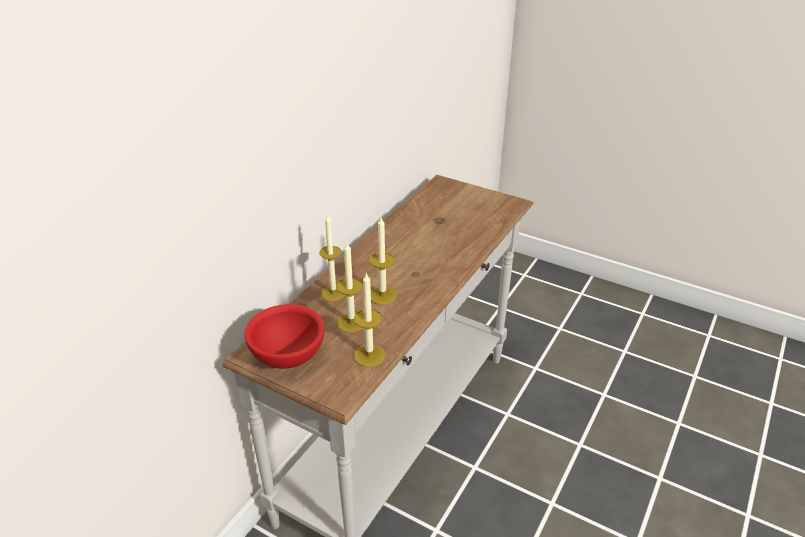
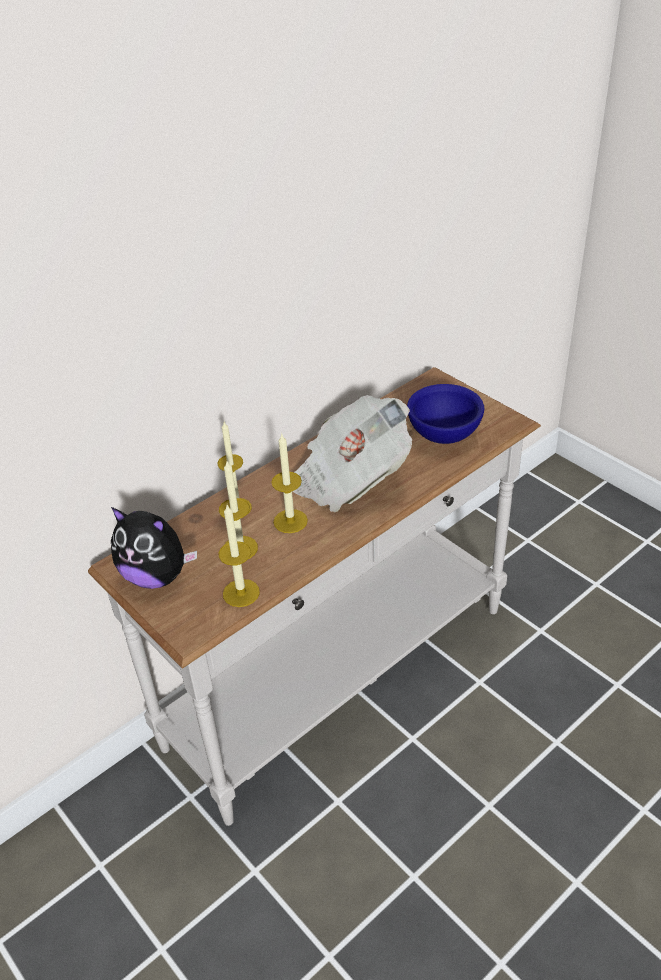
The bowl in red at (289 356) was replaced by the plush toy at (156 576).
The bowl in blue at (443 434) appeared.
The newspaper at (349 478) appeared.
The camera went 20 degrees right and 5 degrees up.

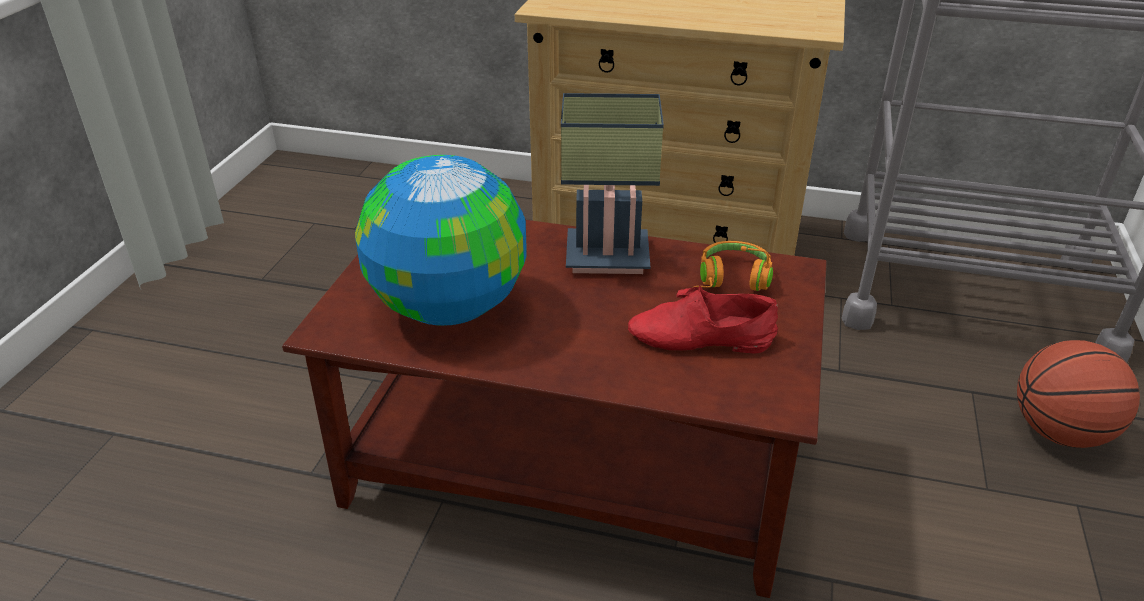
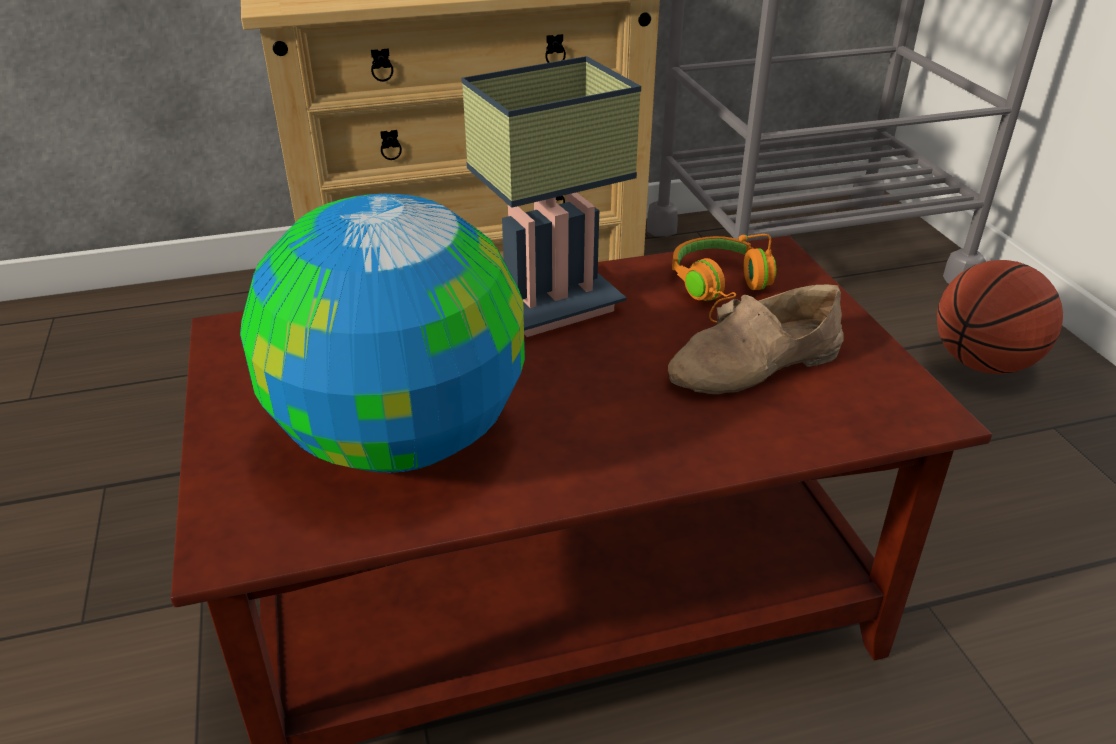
The shoe in red at (700 339) became the shoe in beige at (757 365).
The camera went 30 degrees left and 0 degrees up.

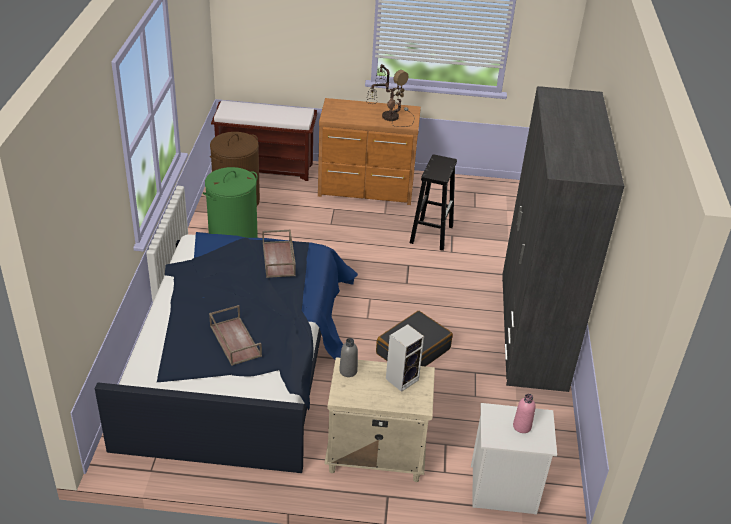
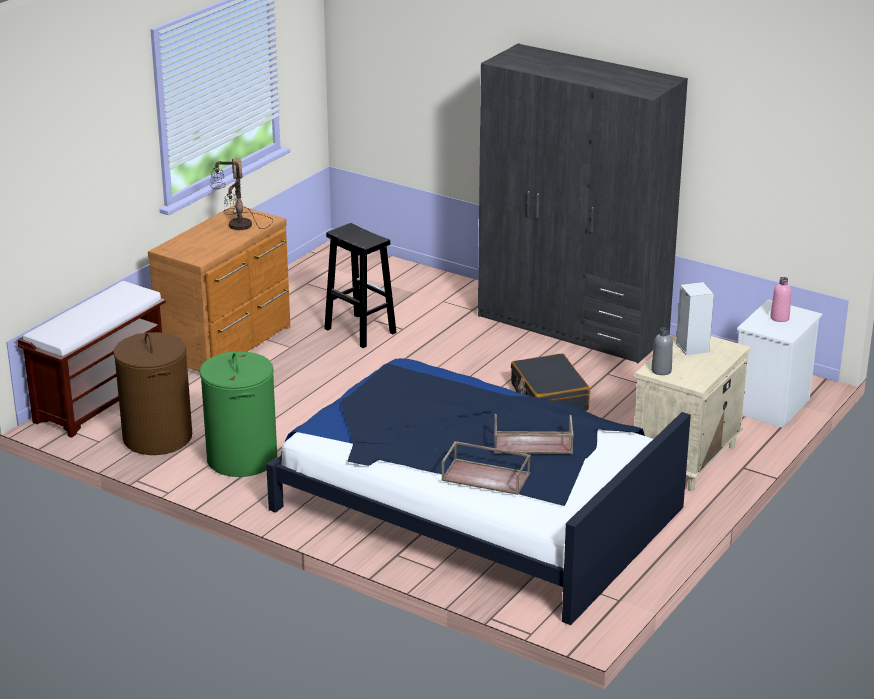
The tray in brown moved from (279 259) to (487 476).
The camera went 60 degrees left and 10 degrees down.

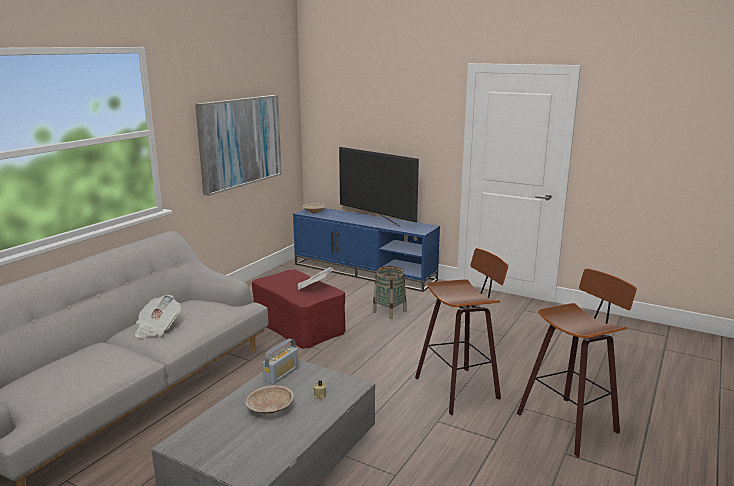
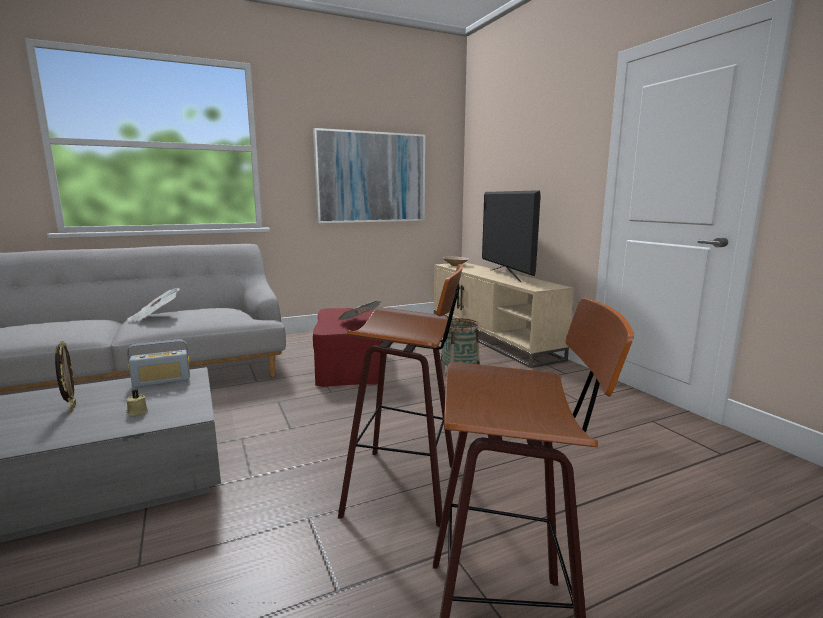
The tv stand in blue at (365 272) became the tv stand in beige at (492 338).
The bowl in beige at (269 410) was replaced by the picture frame at (71 408).
The camera went 35 degrees right and 5 degrees down.

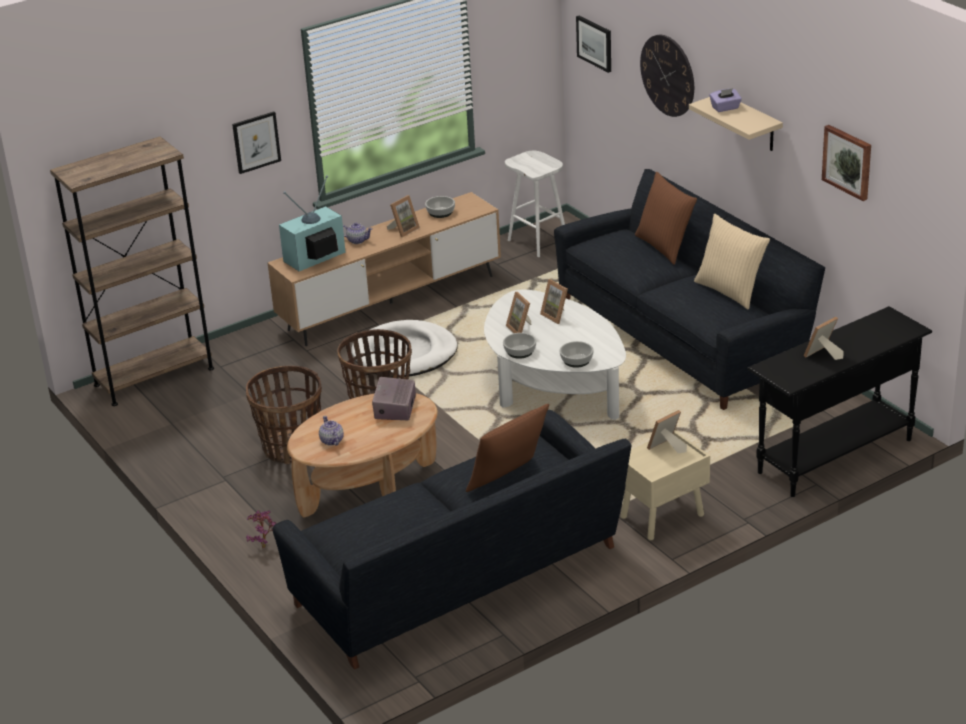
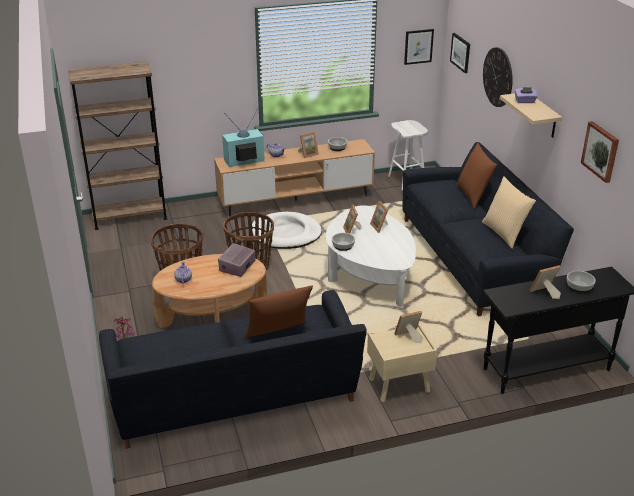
The picture moved from (256 142) to (418 46).
The bowl moved from (577 360) to (579 286).
The camera went 15 degrees right and 0 degrees up.

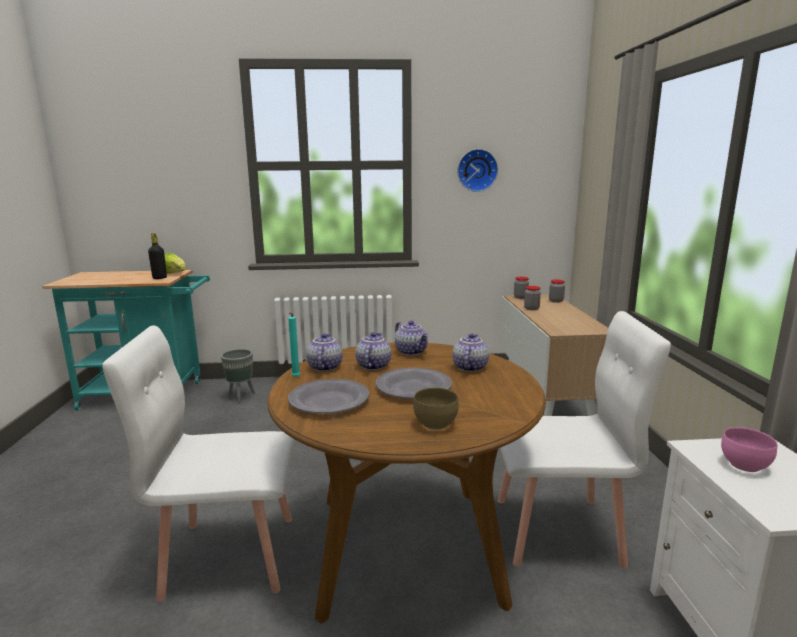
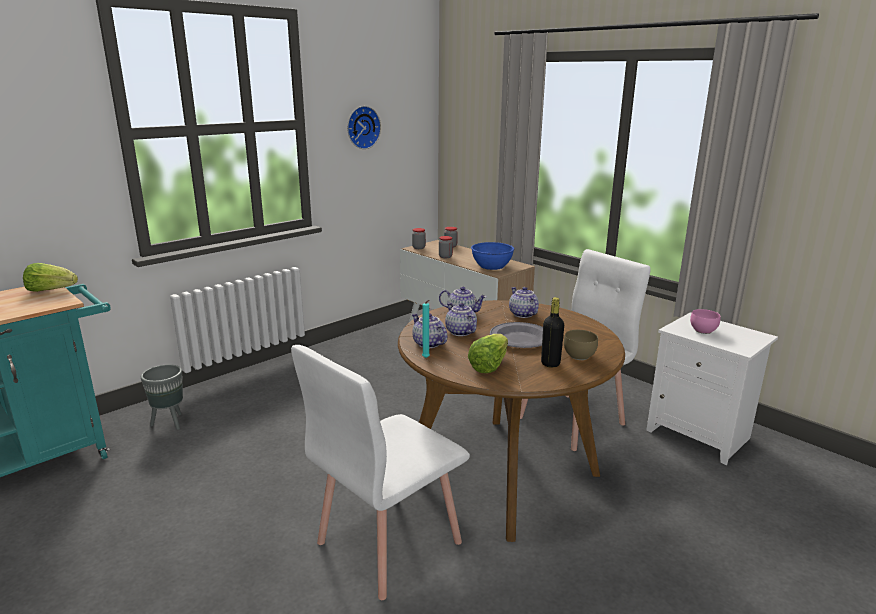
The bottle in black moved from (159 278) to (550 363).
The plate in grey at (328 401) was replaced by the lettuce at (489 365).
The bowl in blue at (491 266) appeared.
The camera went 40 degrees left and 5 degrees up.

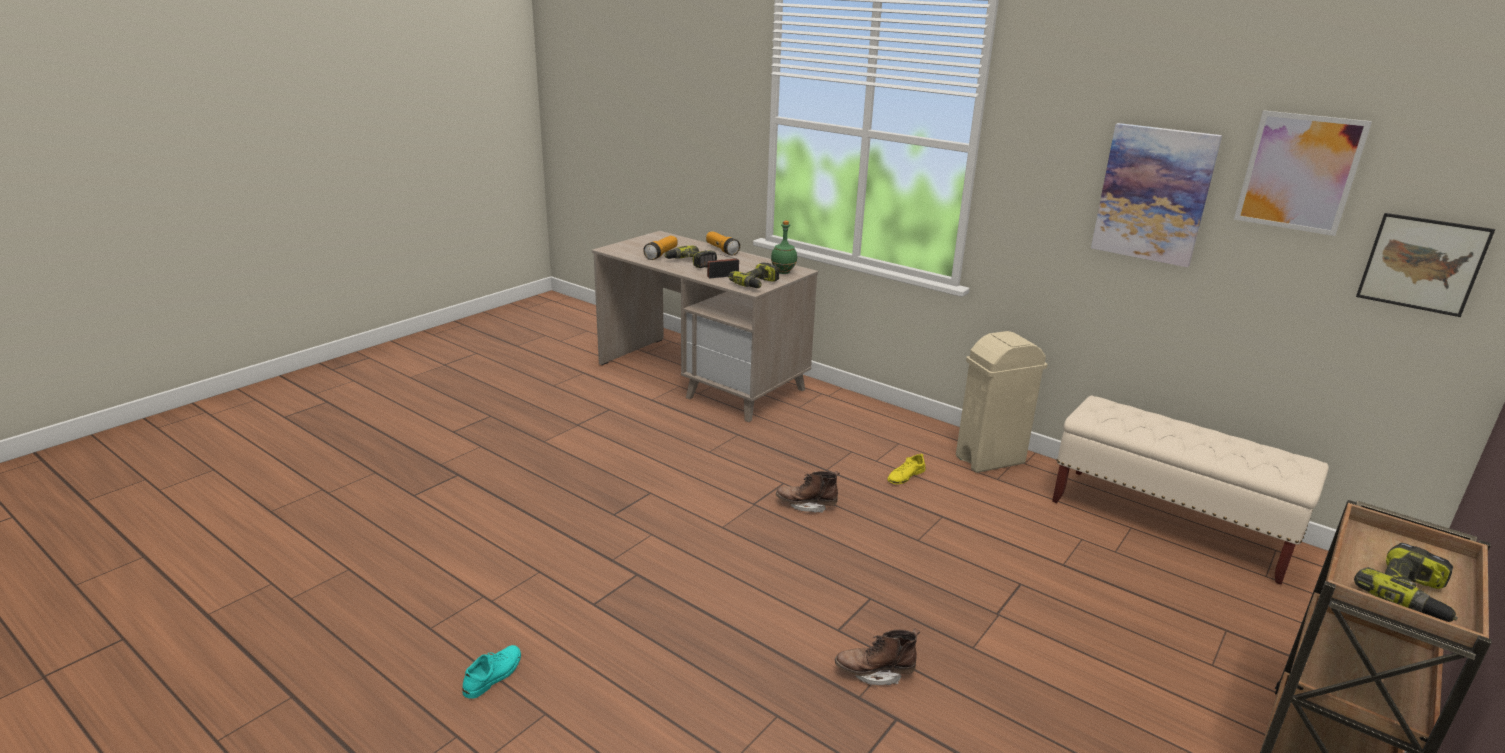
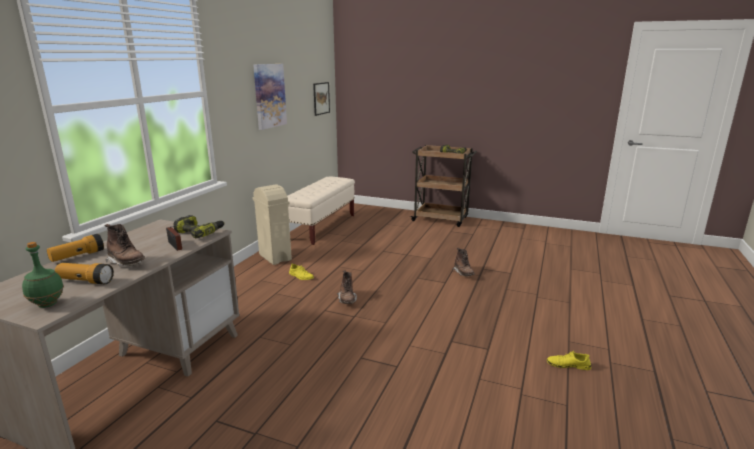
The picture at (1299 172) disappeared.
The bottle in green moved from (783 272) to (48 304).
The power drill at (690 263) was replaced by the boot in brown at (127 263).
The shoe in turquoise at (493 675) became the shoe in yellow at (568 365).
The camera went 105 degrees left and 5 degrees down.

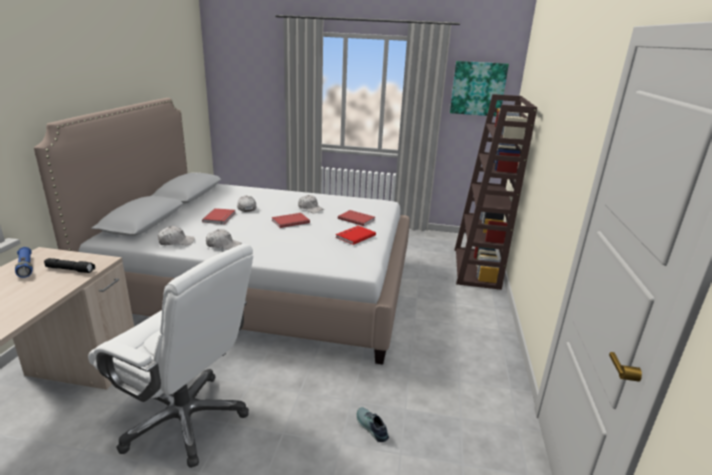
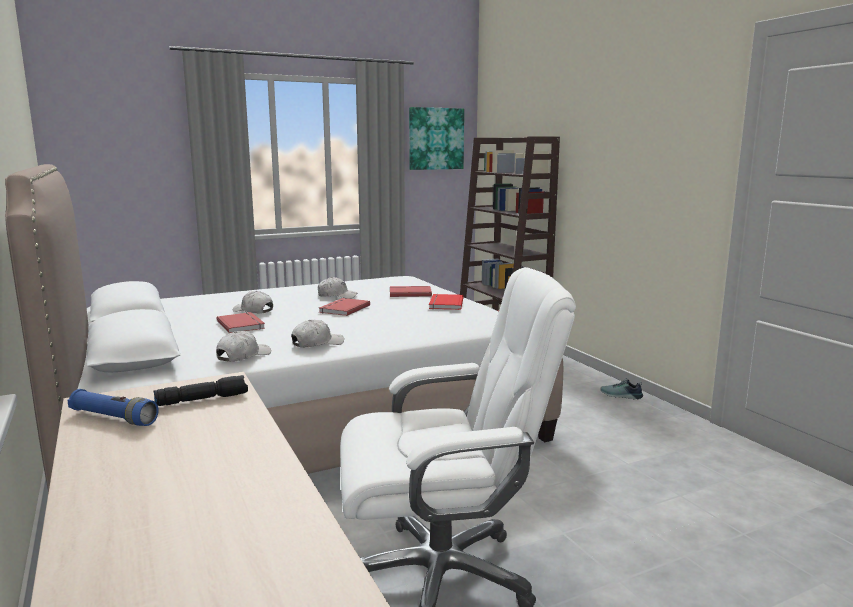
The shoe moved from (370 427) to (621 396).
The camera went 35 degrees left and 10 degrees down.

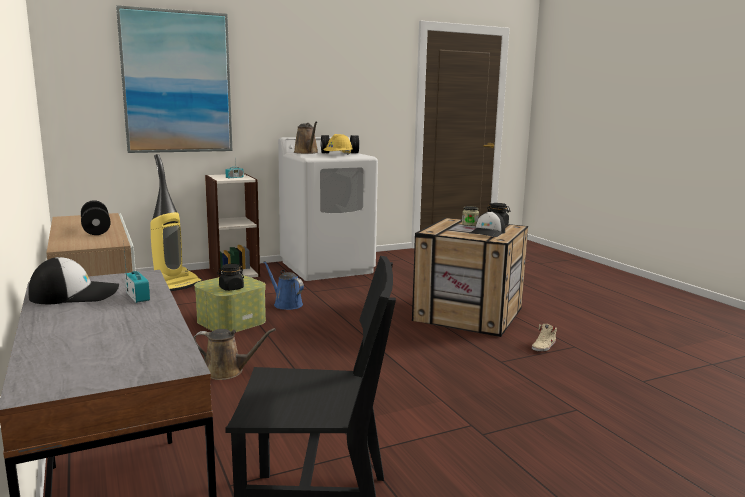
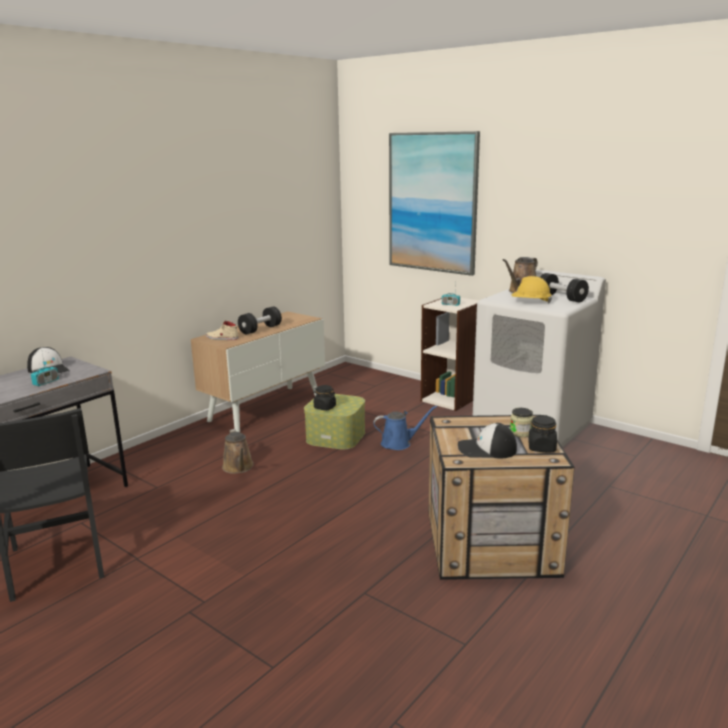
The vacuum cleaner at (175 286) disappeared.
The watering can in blue at (286 304) turned 60 degrees clockwise.
The shoe in beige moved from (544 346) to (222 338).
The camera went 65 degrees right and 5 degrees up.

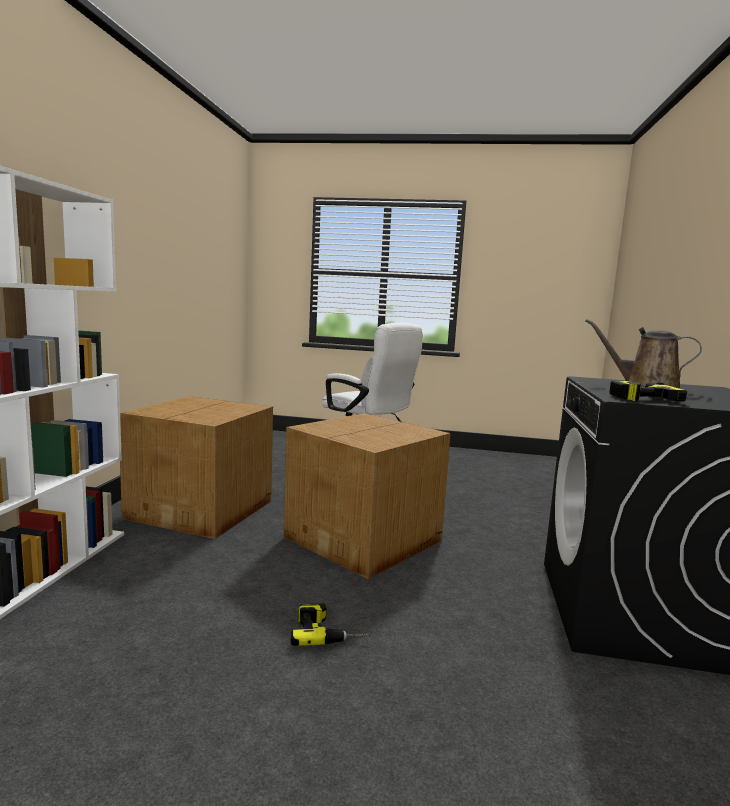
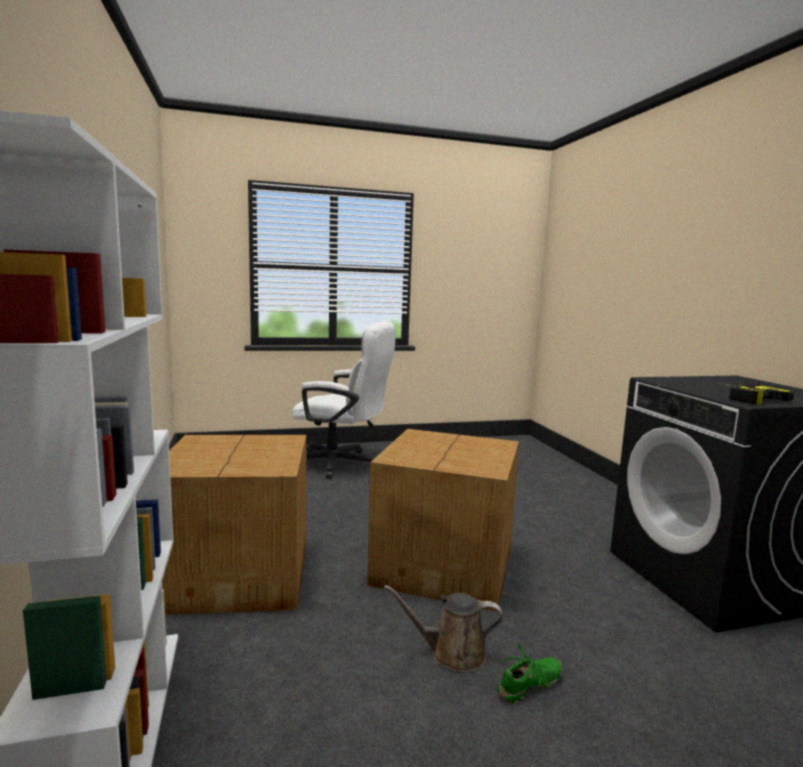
The watering can in brown moved from (645 386) to (452 653).
The power drill at (329 631) was replaced by the shoe in green at (530 686).
The camera went 25 degrees left and 0 degrees up.

